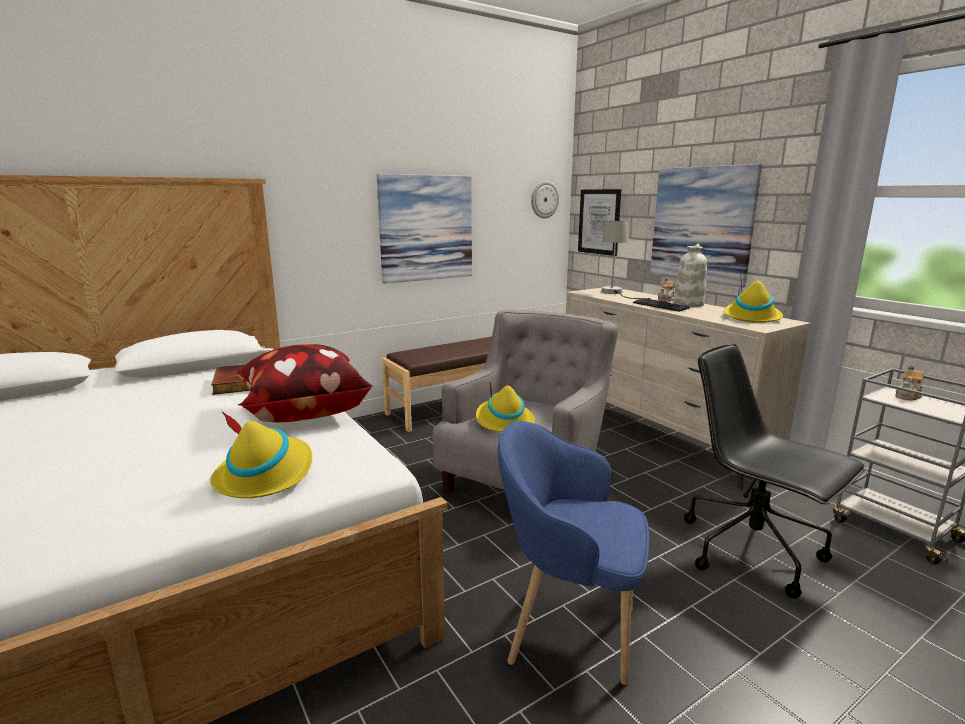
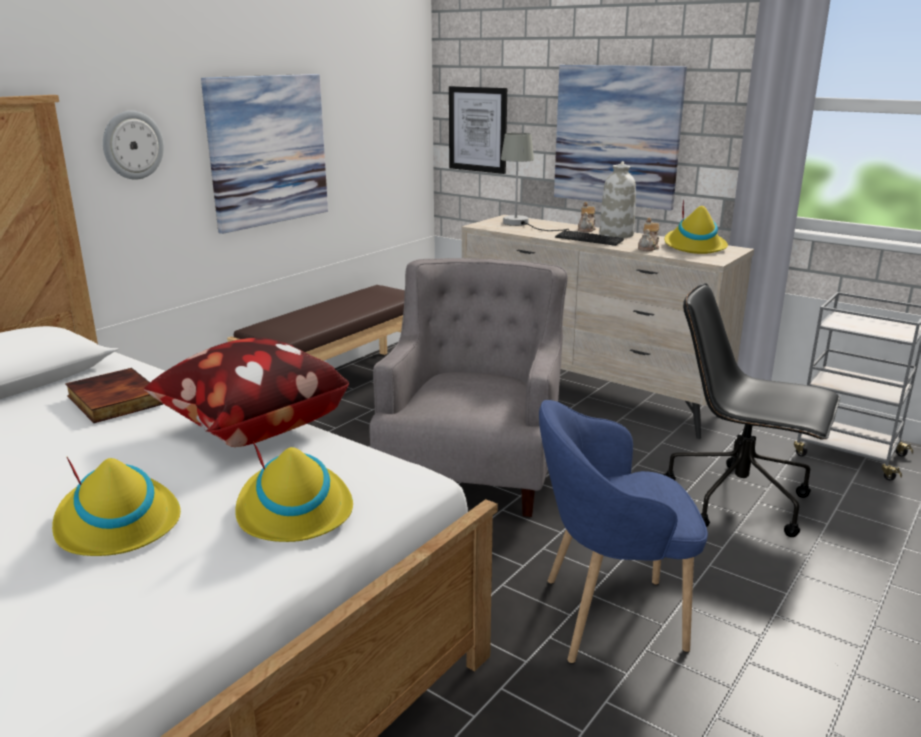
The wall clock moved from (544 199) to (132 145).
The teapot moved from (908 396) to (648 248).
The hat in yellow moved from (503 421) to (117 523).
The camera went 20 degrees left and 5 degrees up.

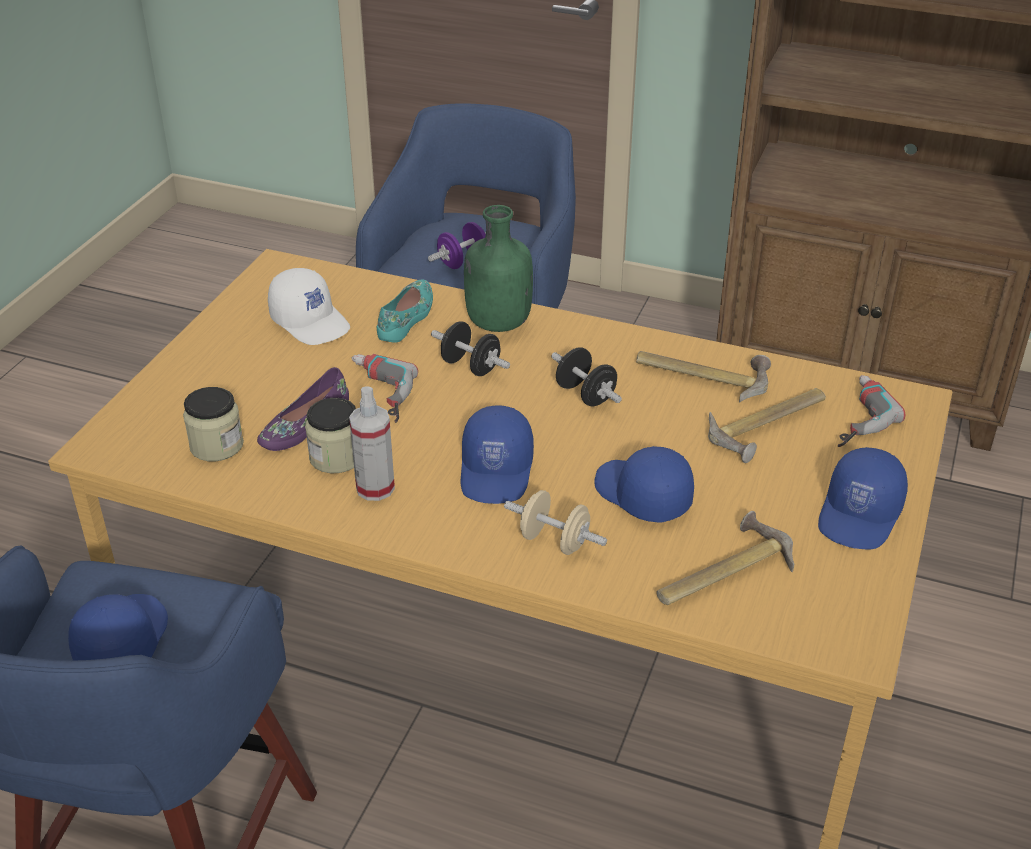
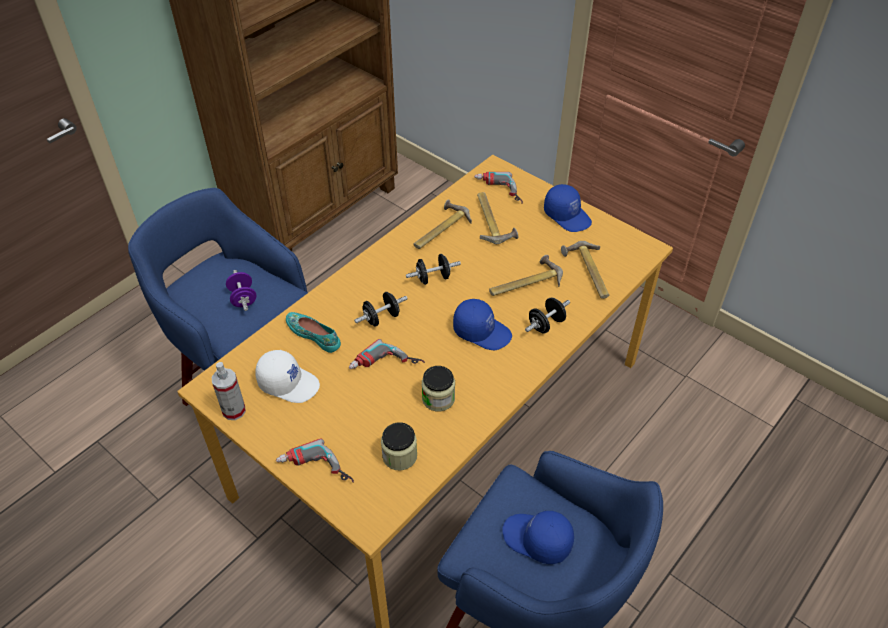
The bottle in green at (497 323) disappeared.
The cap in white at (311 321) turned 45 degrees clockwise.
The shoe in purple at (303 424) disappeared.
The spray bottle moved from (375 488) to (234 410).
The cap in blue at (641 495) was replaced by the hammer at (524 282).
The dumbbell in beige at (554 541) became the dumbbell in black at (546 324).
The power drill at (314 472) appeared.
The camera went 70 degrees left and 10 degrees up.

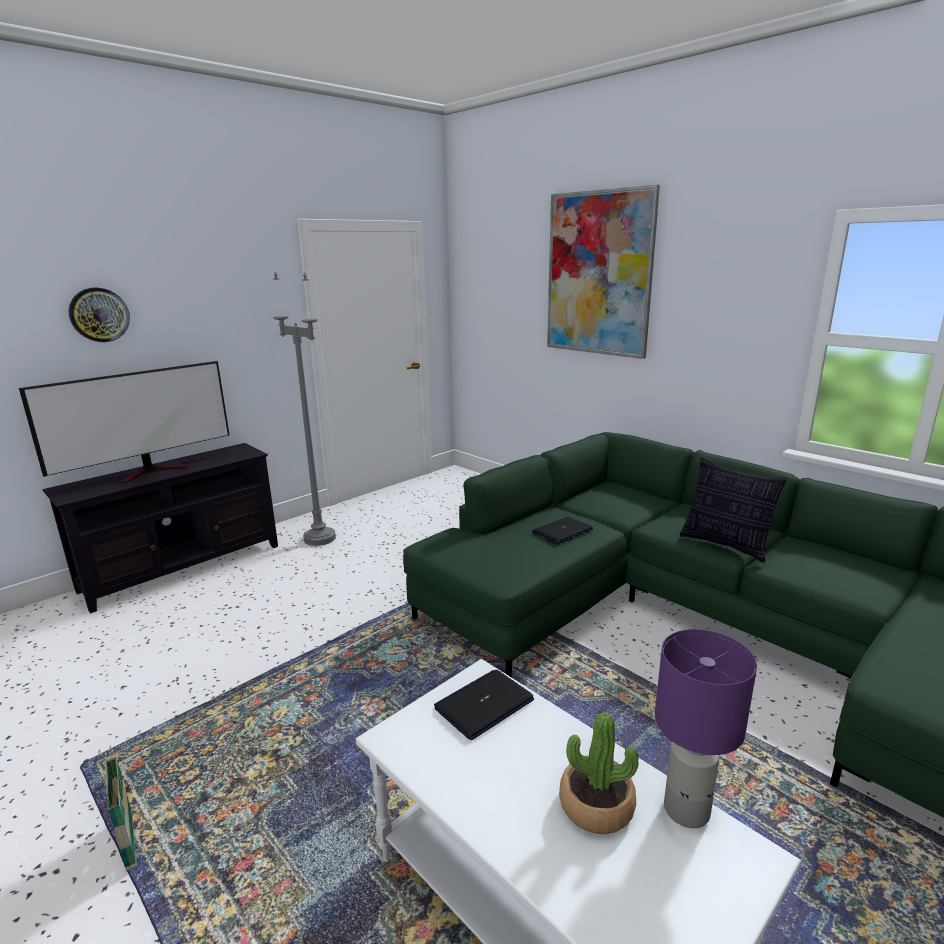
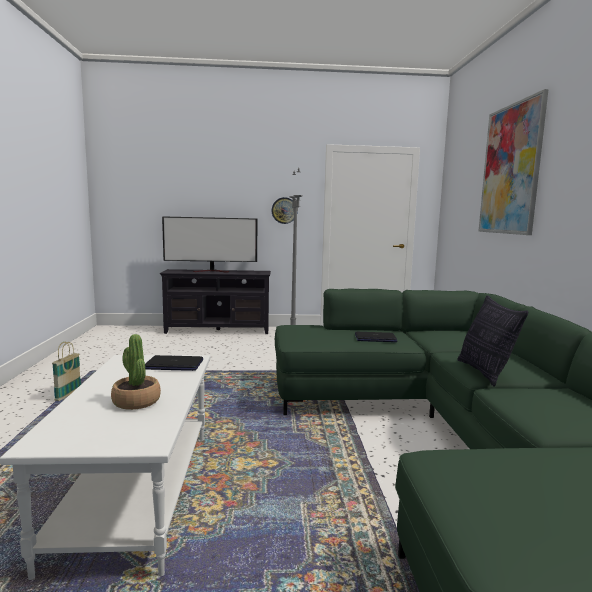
The wall clock moved from (99 315) to (284 210).
The table lamp in purple at (688 810) disappeared.
The camera went 40 degrees right and 10 degrees down.

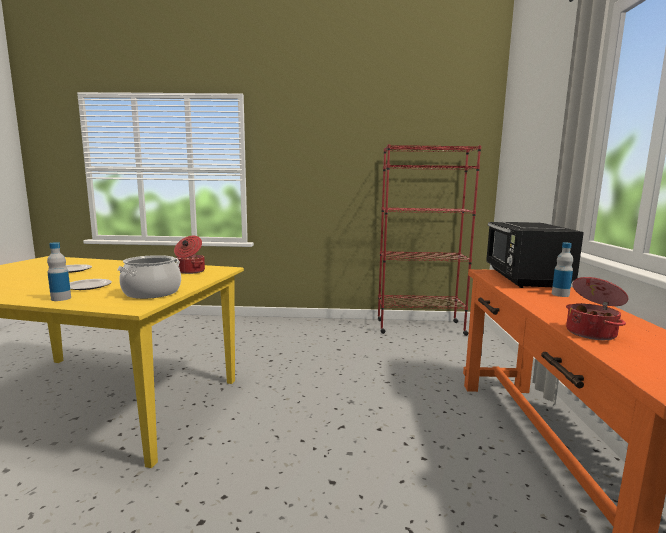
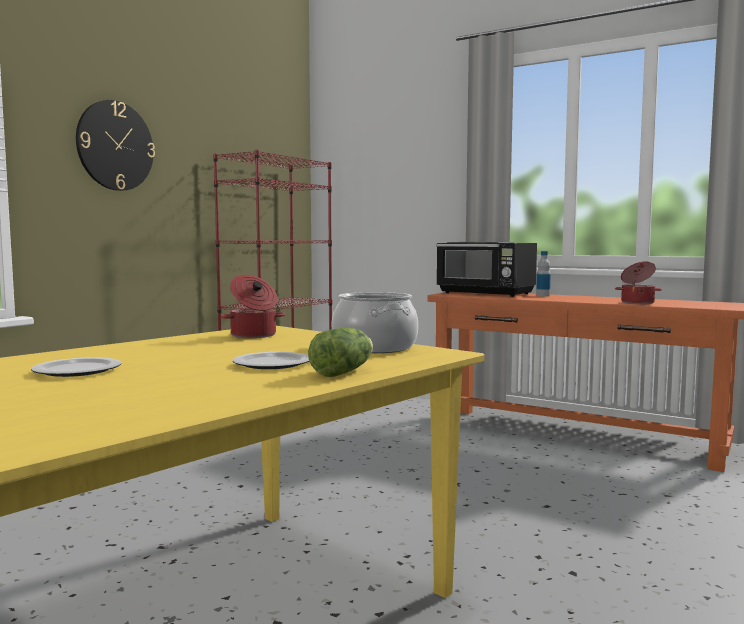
The bottle at (61 298) was replaced by the lettuce at (345 371).
The wall clock at (115 146) appeared.
The camera went 60 degrees left and 5 degrees down.

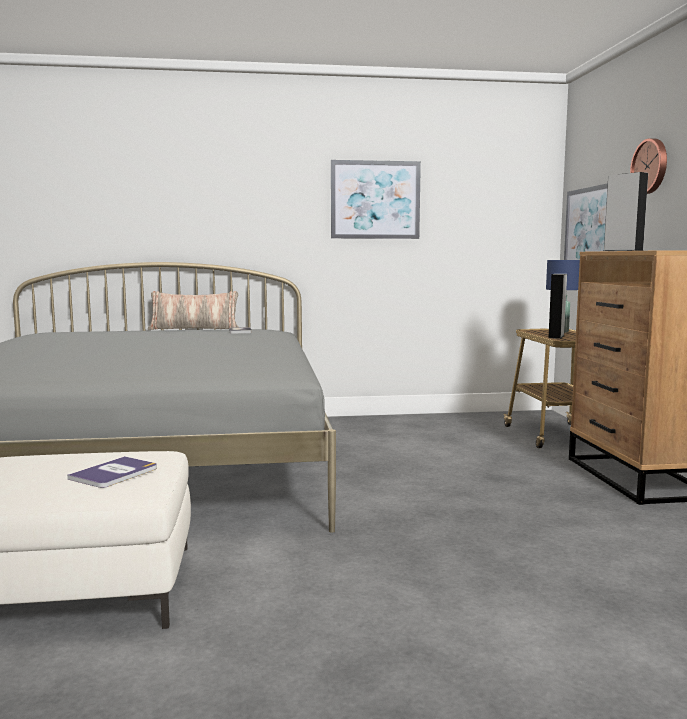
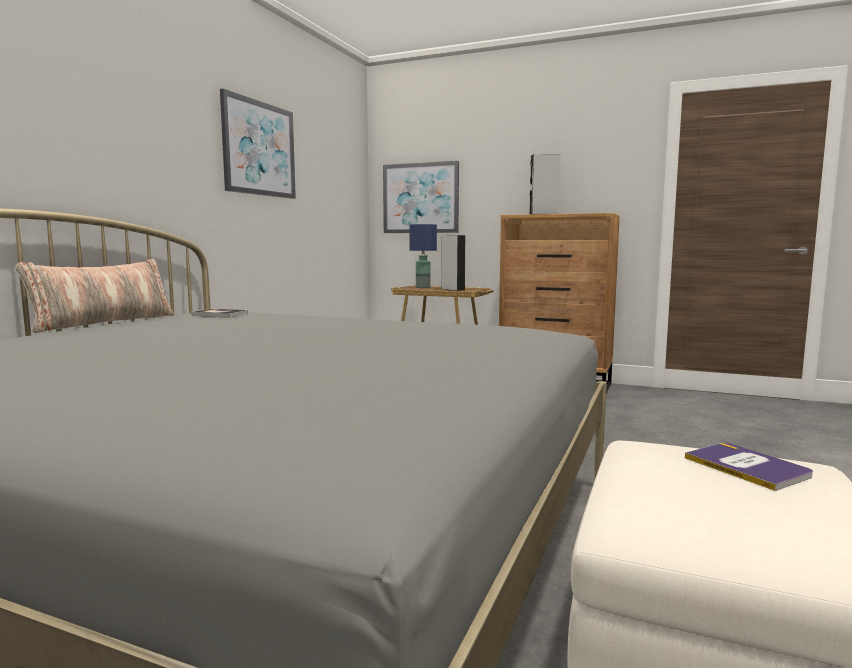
The wall clock at (651 166) disappeared.
The camera went 60 degrees left and 0 degrees up.

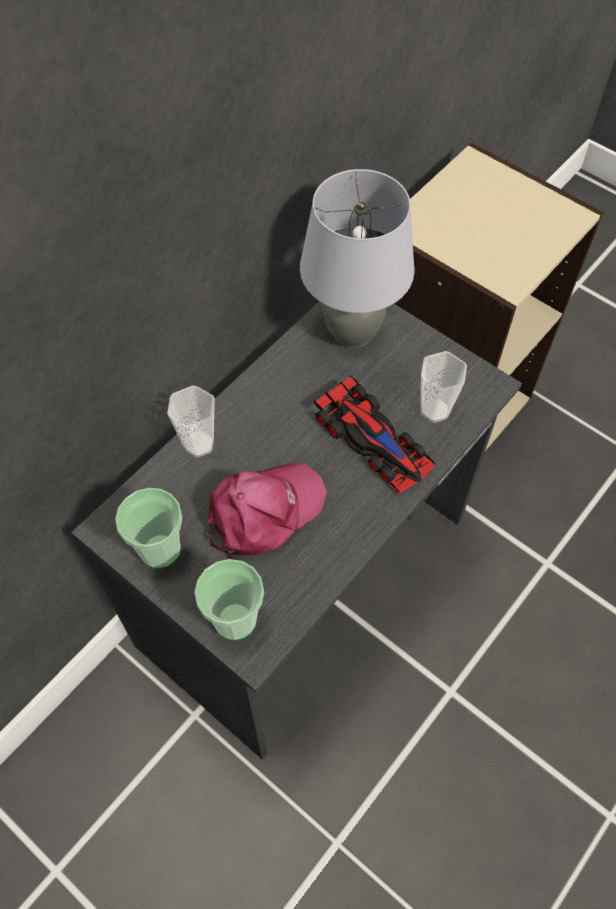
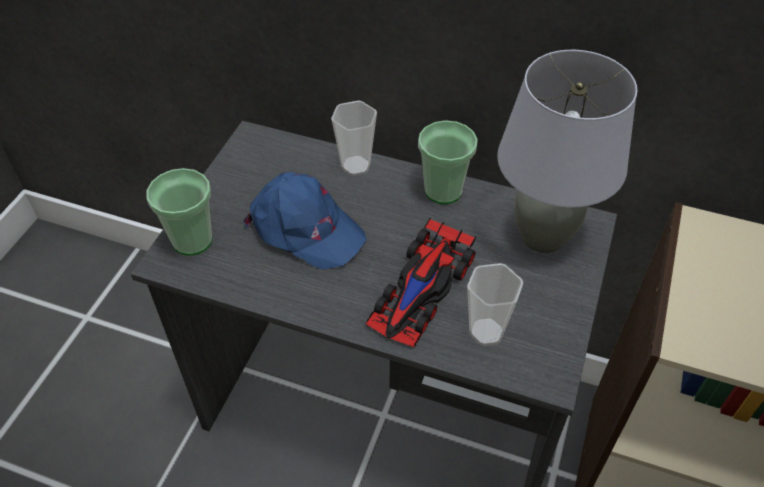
The cap in pink at (263 512) became the cap in blue at (305 228).
The cup moved from (160 549) to (443 190).
The camera went 70 degrees right and 10 degrees down.

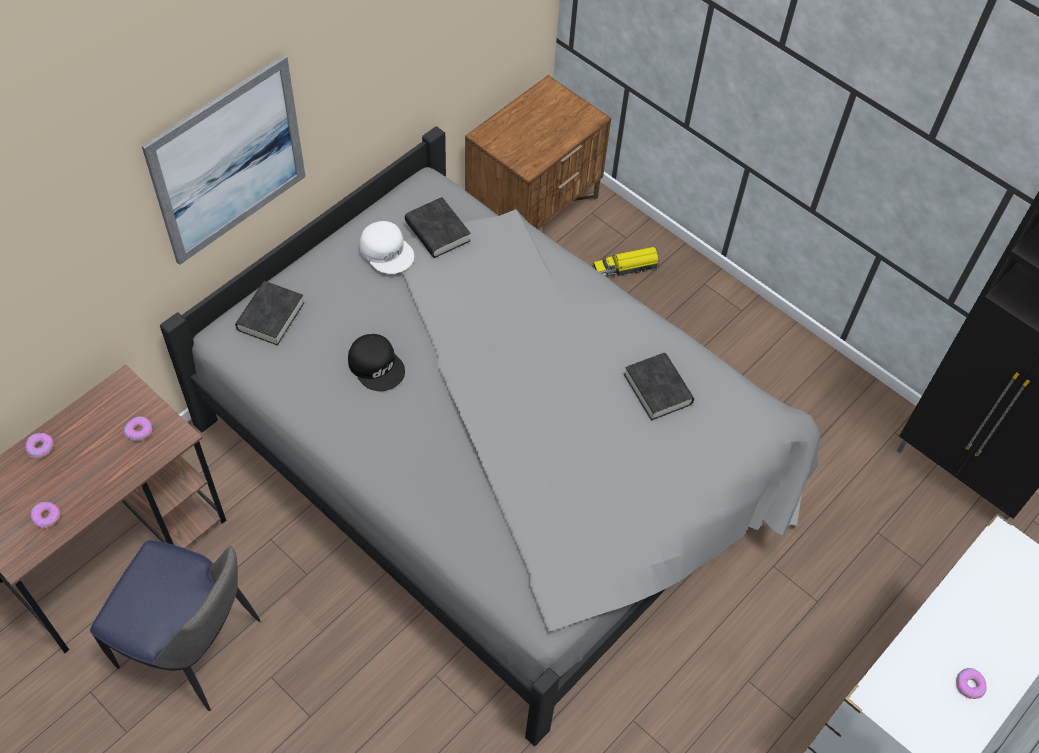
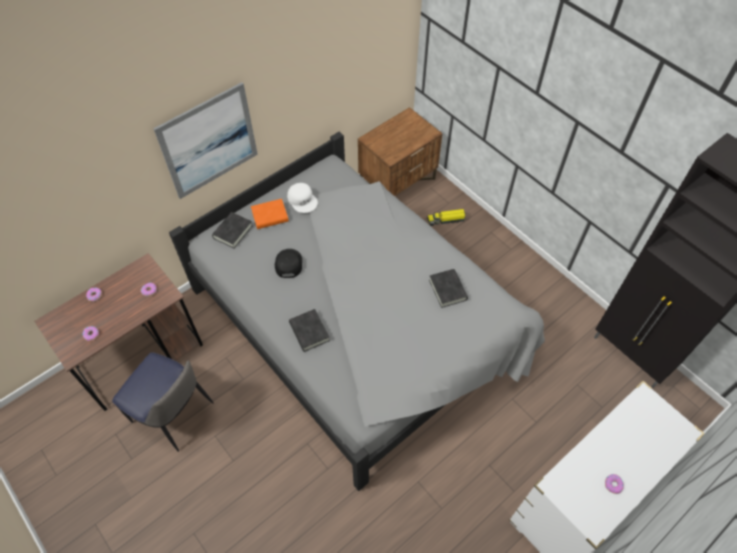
The book in black moved from (437 231) to (309 332).
The cap in black at (377 365) turned 150 degrees counterclockwise.
The book in orange at (270 216) appeared.
The camera went 10 degrees right and 0 degrees up.

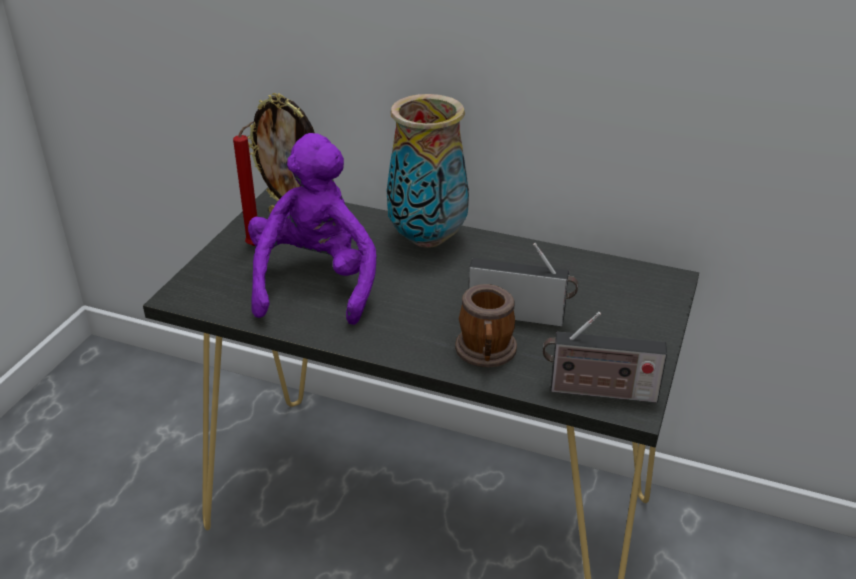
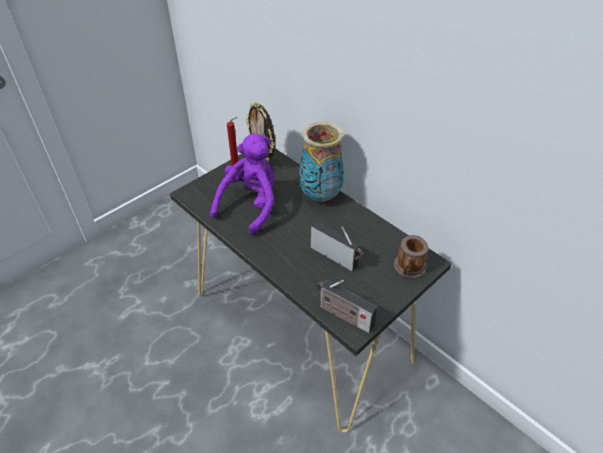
The mug moved from (486 353) to (408 269).
The camera went 25 degrees right and 10 degrees up.

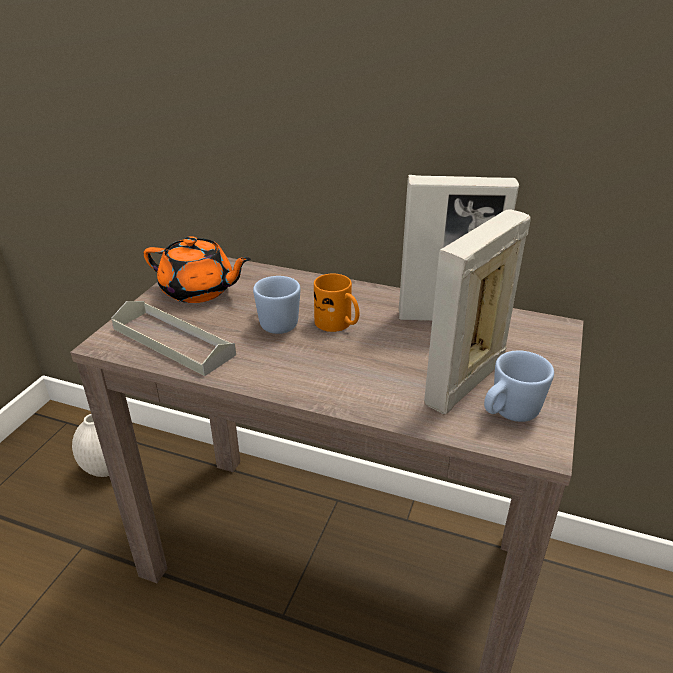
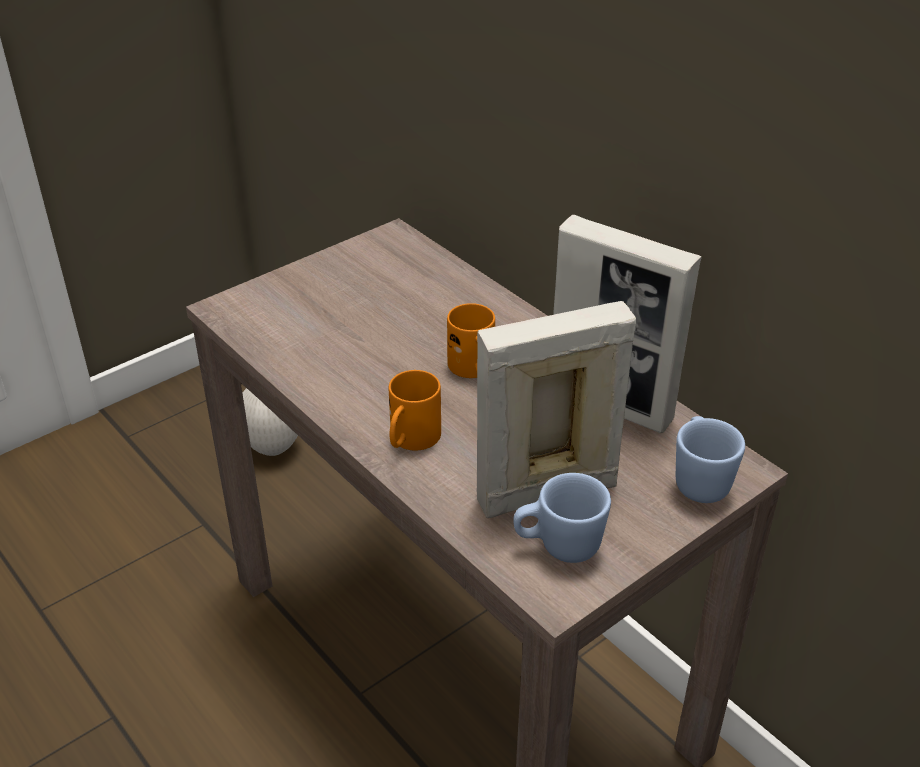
The teapot in orange at (199 291) disappeared.
The mug in blue moved from (275 322) to (699 480).
The tray in grey at (173 341) disappeared.
The mug in orange at (411 440) appeared.
The camera went 30 degrees right and 5 degrees up.

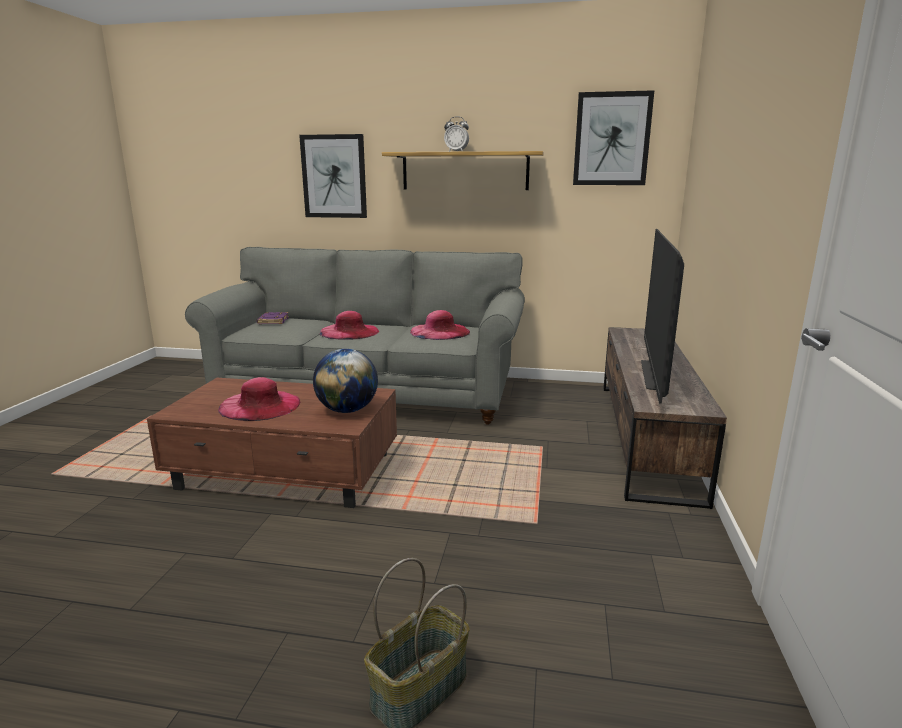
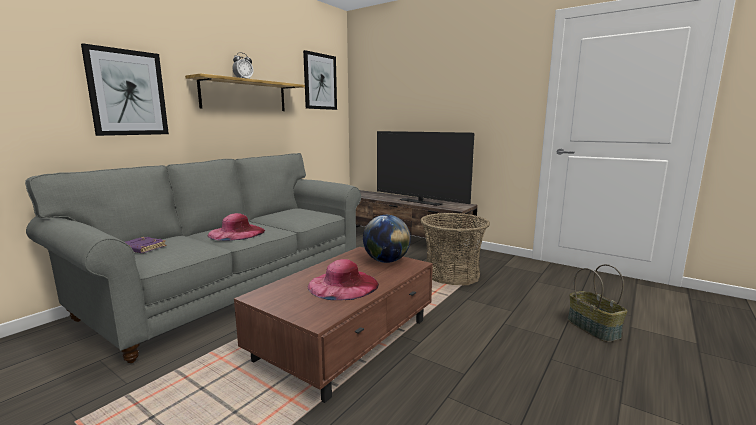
The hat in pink at (440 331) disappeared.
The basket at (452 274) appeared.
The camera went 65 degrees left and 5 degrees down.

